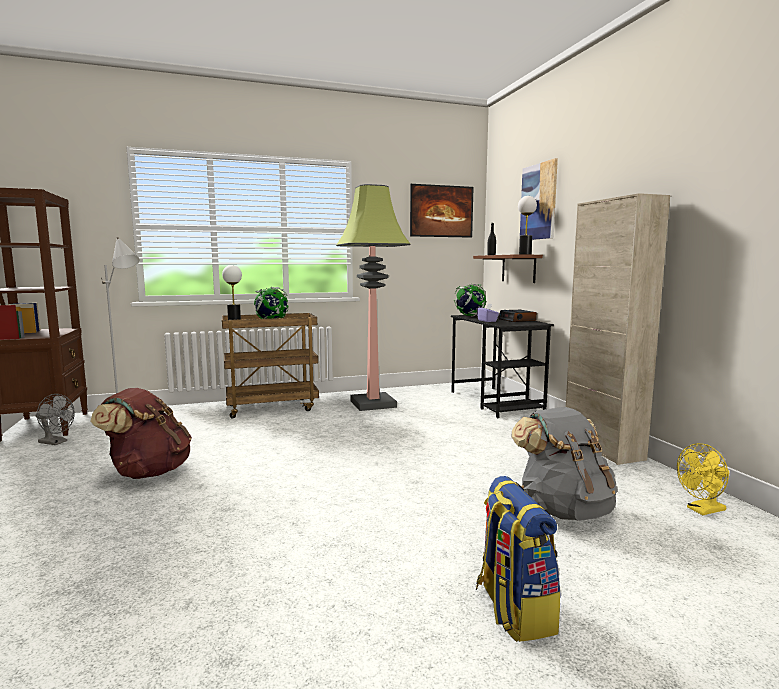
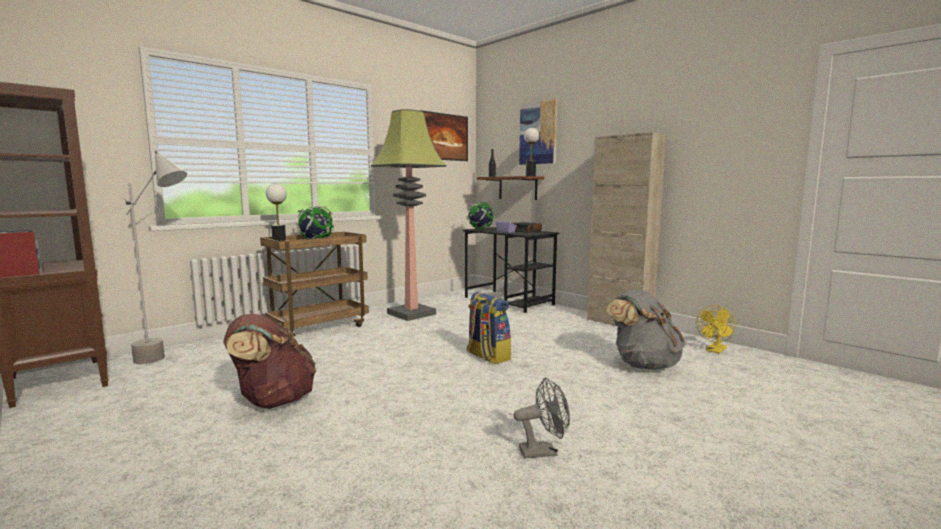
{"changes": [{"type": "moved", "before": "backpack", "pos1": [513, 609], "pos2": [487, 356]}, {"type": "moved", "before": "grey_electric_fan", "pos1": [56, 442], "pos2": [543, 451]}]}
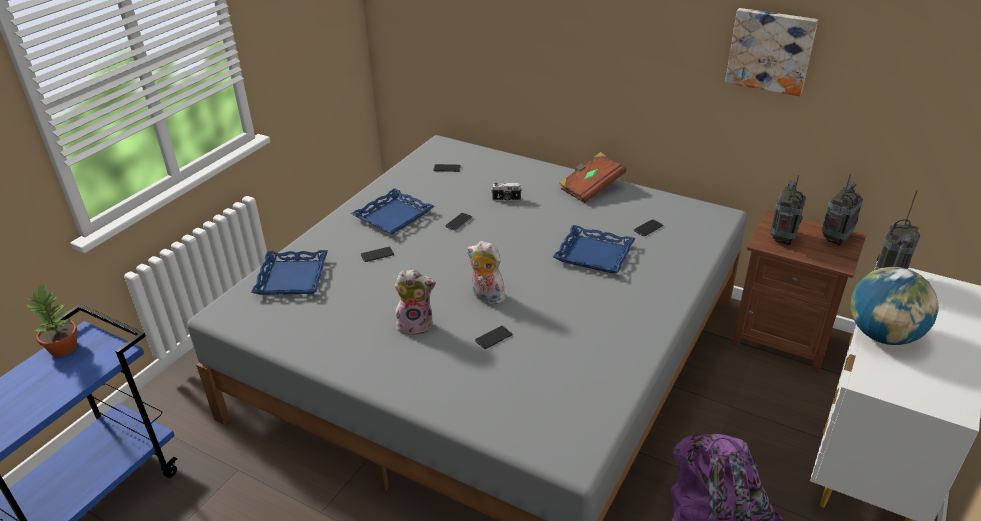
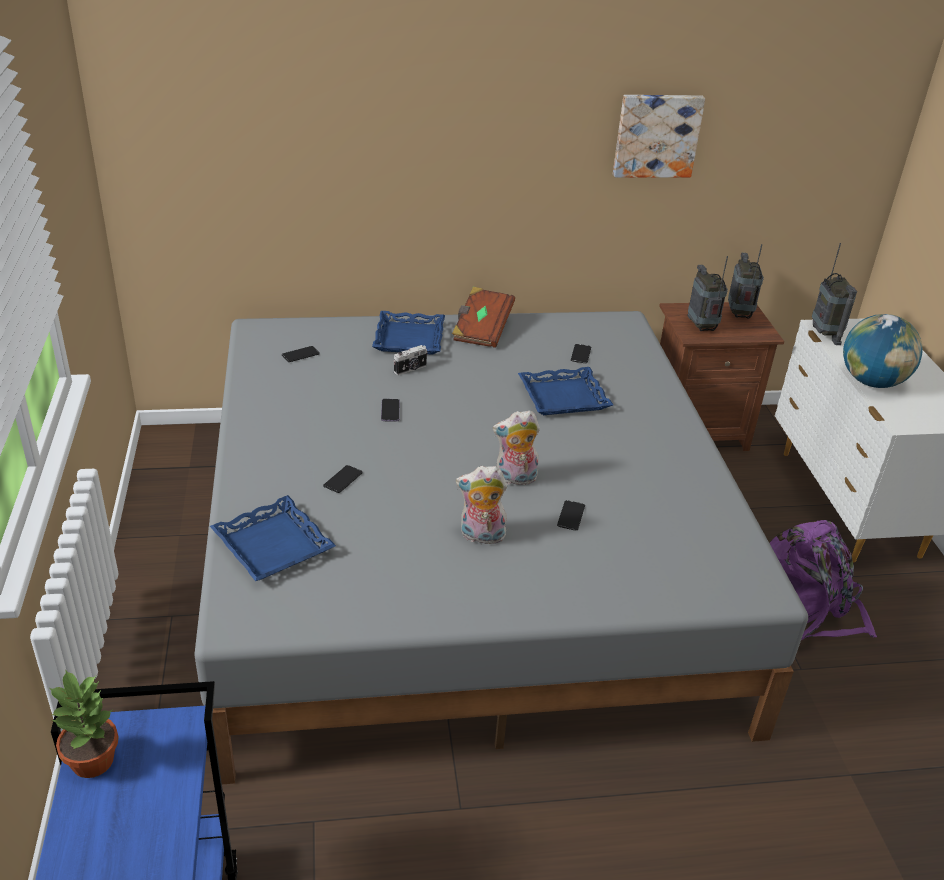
{"changes": [{"type": "moved", "before": "blue-coloured_tray", "pos1": [394, 217], "pos2": [410, 339]}, {"type": "turned", "before": "plush_toy", "pos1": [416, 325], "pos2": [481, 536], "turn": -135}]}
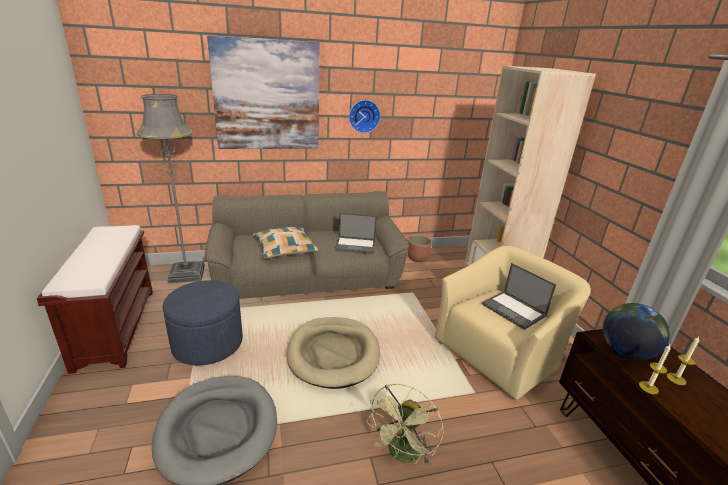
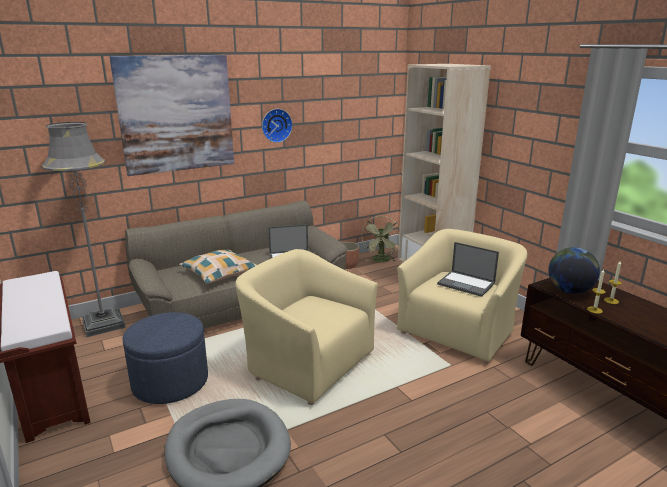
{"changes": [{"type": "replaced", "before": "sand-coloured_dog_cushion", "after": "sand-coloured_easy_chair", "pos1": [333, 354], "pos2": [307, 363]}, {"type": "moved", "before": "green-coloured_electric_fan", "pos1": [402, 455], "pos2": [381, 261]}]}
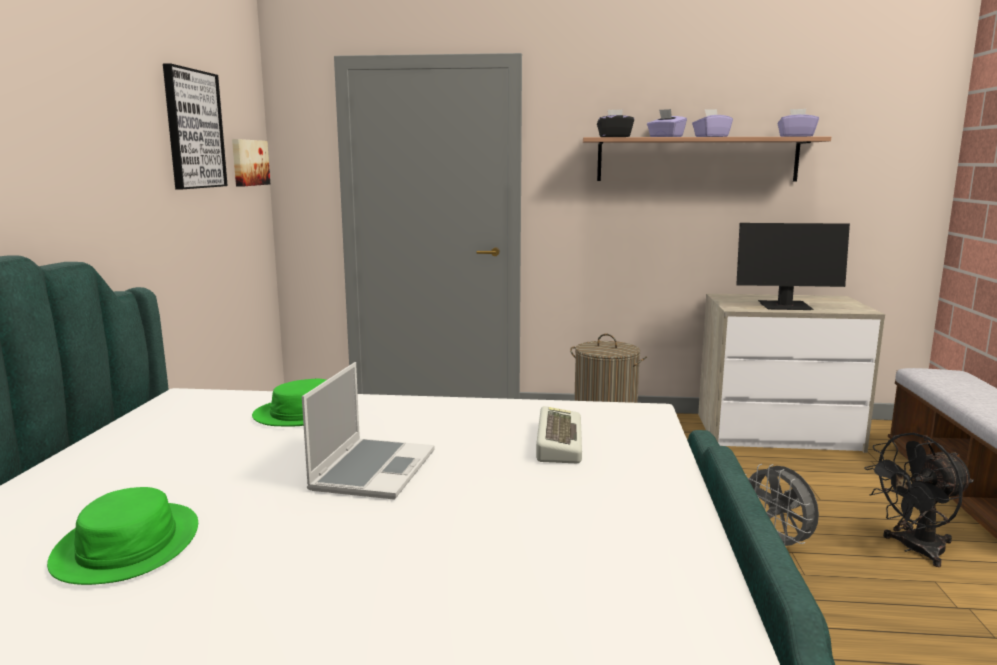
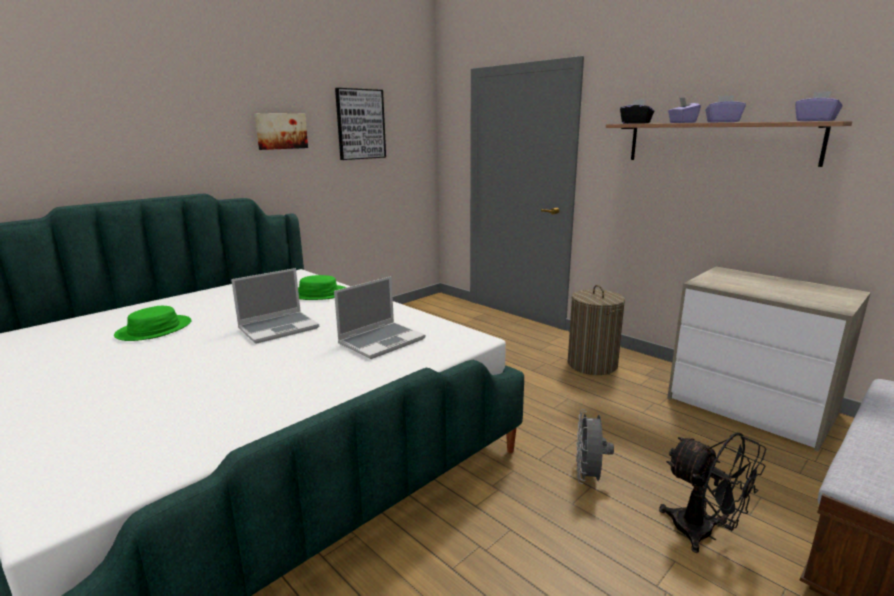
{"changes": [{"type": "moved", "before": "picture", "pos1": [249, 162], "pos2": [281, 131]}, {"type": "replaced", "before": "PC_keyboard", "after": "notebook_computer", "pos1": [556, 442], "pos2": [382, 341]}, {"type": "turned", "before": "blackish_electric_fan", "pos1": [914, 549], "pos2": [703, 534], "turn": -150}, {"type": "removed", "before": "monitor", "pos1": [785, 306]}]}
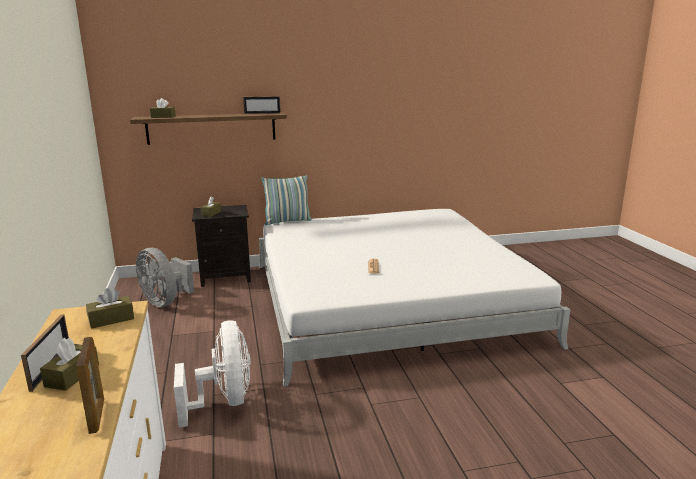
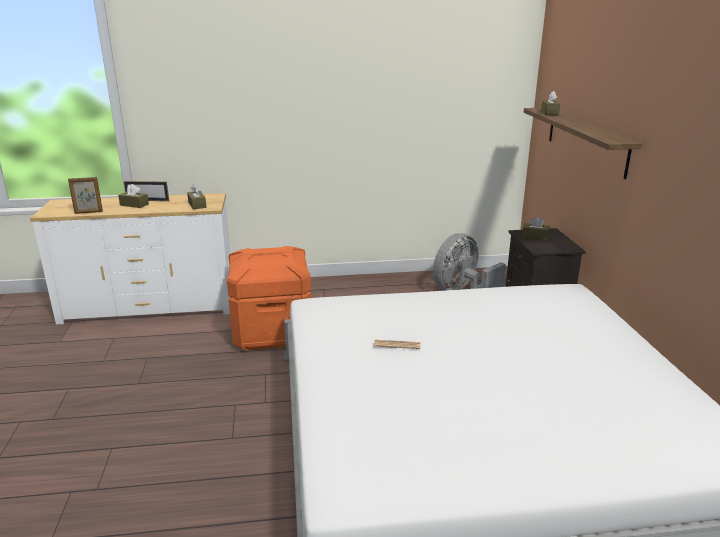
{"changes": [{"type": "replaced", "before": "whitish_electric_fan", "after": "orangey_storage_box", "pos1": [224, 402], "pos2": [273, 332]}, {"type": "removed", "before": "photo_frame", "pos1": [262, 113]}, {"type": "removed", "before": "throw_pillow", "pos1": [287, 221]}]}
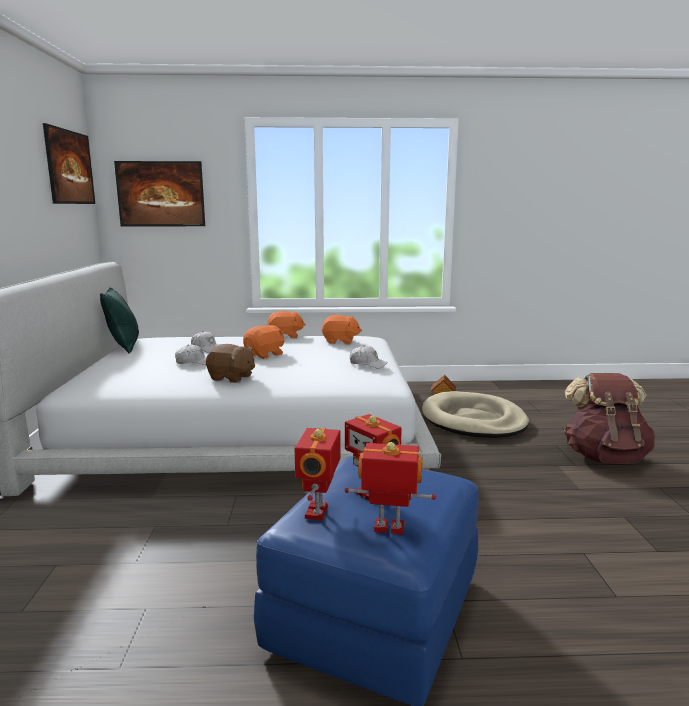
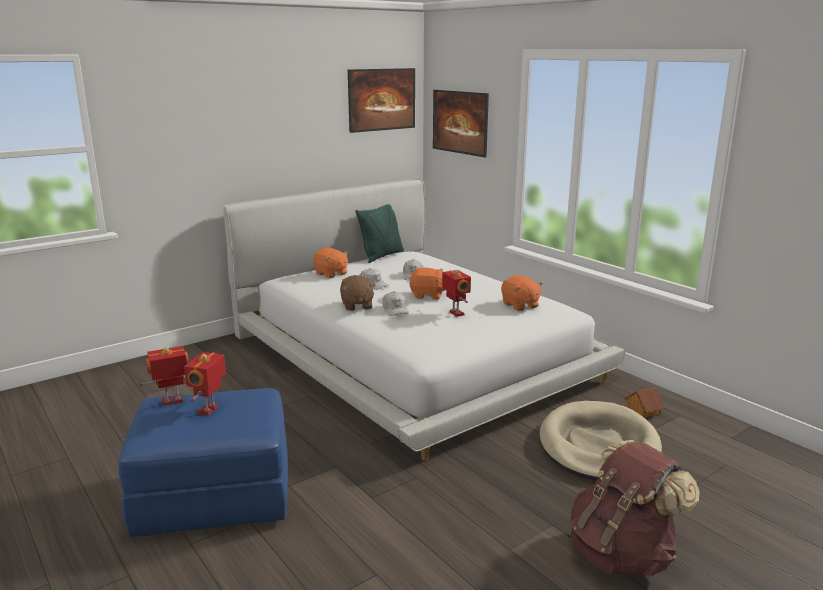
{"changes": [{"type": "moved", "before": "orangey_plush_toy", "pos1": [285, 336], "pos2": [331, 274]}, {"type": "moved", "before": "whitish_baseball_cap", "pos1": [368, 364], "pos2": [395, 310]}, {"type": "moved", "before": "model_robot", "pos1": [389, 529], "pos2": [455, 313]}]}
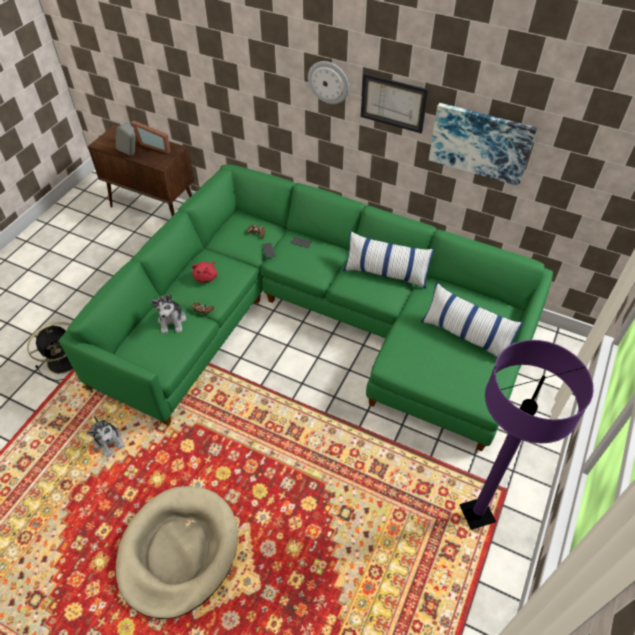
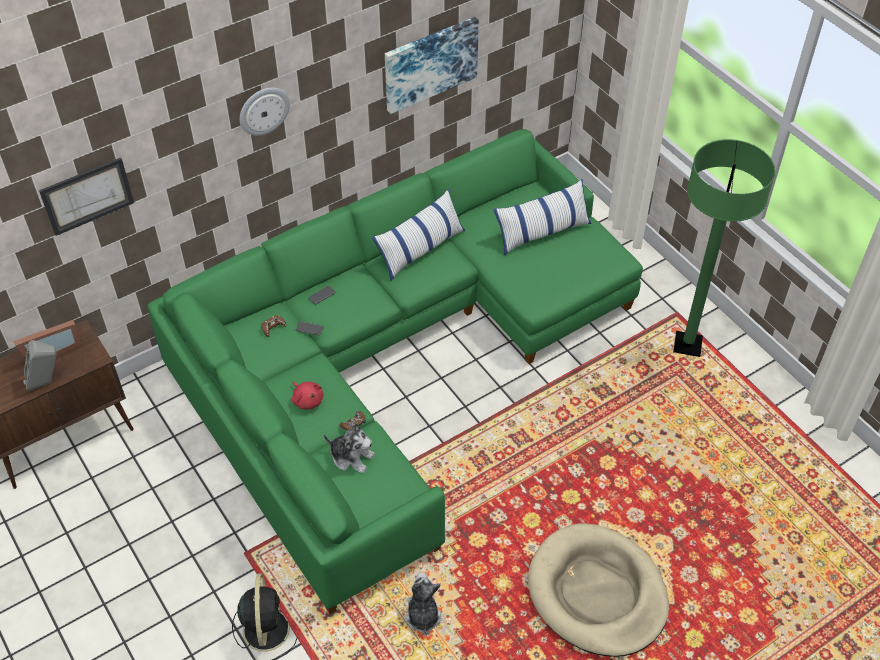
{"changes": [{"type": "moved", "before": "picture", "pos1": [393, 103], "pos2": [87, 196]}, {"type": "turned", "before": "plush_toy", "pos1": [109, 441], "pos2": [422, 615], "turn": -90}, {"type": "recoloured", "before": "purple-coloured_floor_lamp", "after": "green-coloured_floor_lamp", "pos1": [477, 514], "pos2": [687, 345]}]}
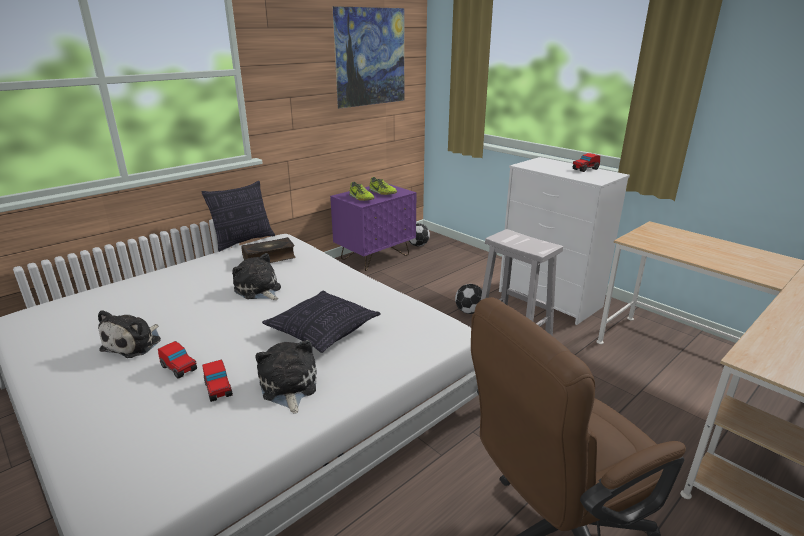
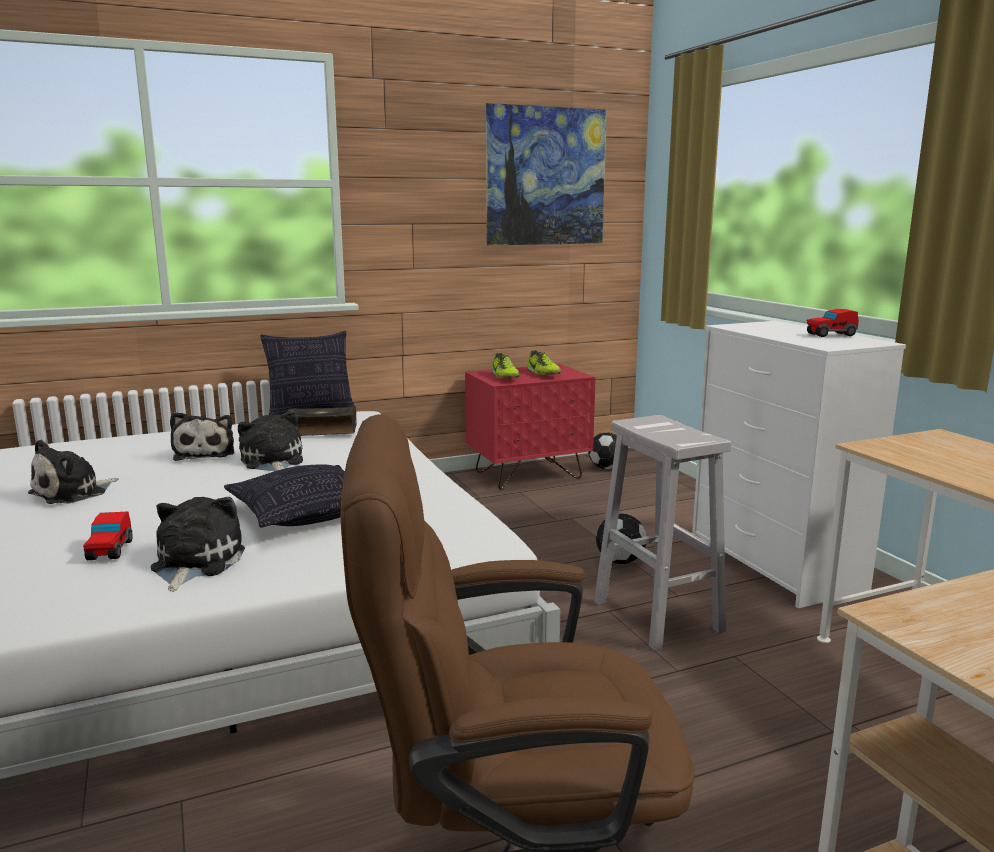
{"changes": [{"type": "added", "after": "plush_toy", "pos2": [205, 453]}, {"type": "recoloured", "before": "purple-coloured_bedside_table", "after": "red-coloured_bedside_table", "pos1": [375, 257], "pos2": [528, 475]}, {"type": "removed", "before": "toy_car", "pos1": [179, 368]}]}
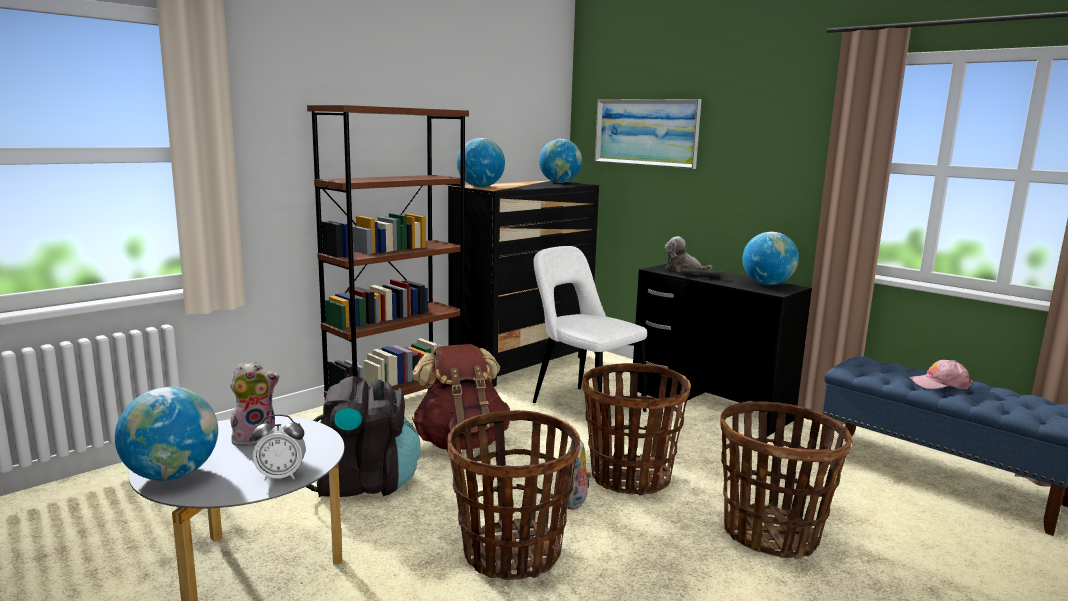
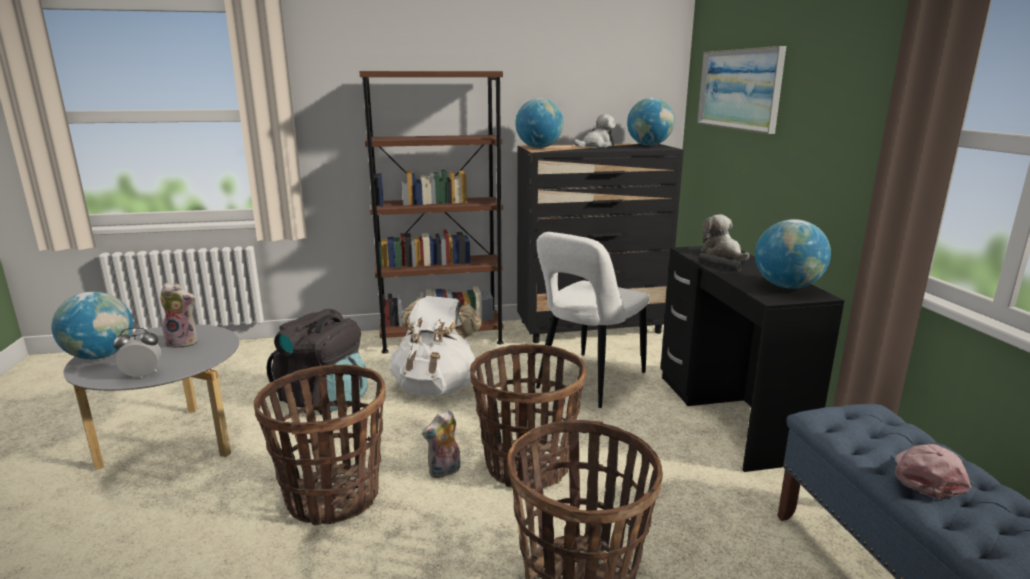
{"changes": [{"type": "turned", "before": "table_clock", "pos1": [281, 476], "pos2": [142, 375], "turn": 135}, {"type": "recoloured", "before": "brown_backpack", "after": "whitish_backpack", "pos1": [461, 442], "pos2": [436, 386]}, {"type": "turned", "before": "whitish_chair", "pos1": [584, 406], "pos2": [588, 382], "turn": -135}, {"type": "added", "after": "plush_toy", "pos2": [596, 146]}, {"type": "turned", "before": "pinkish_baseball_cap", "pos1": [939, 384], "pos2": [927, 476], "turn": 75}]}
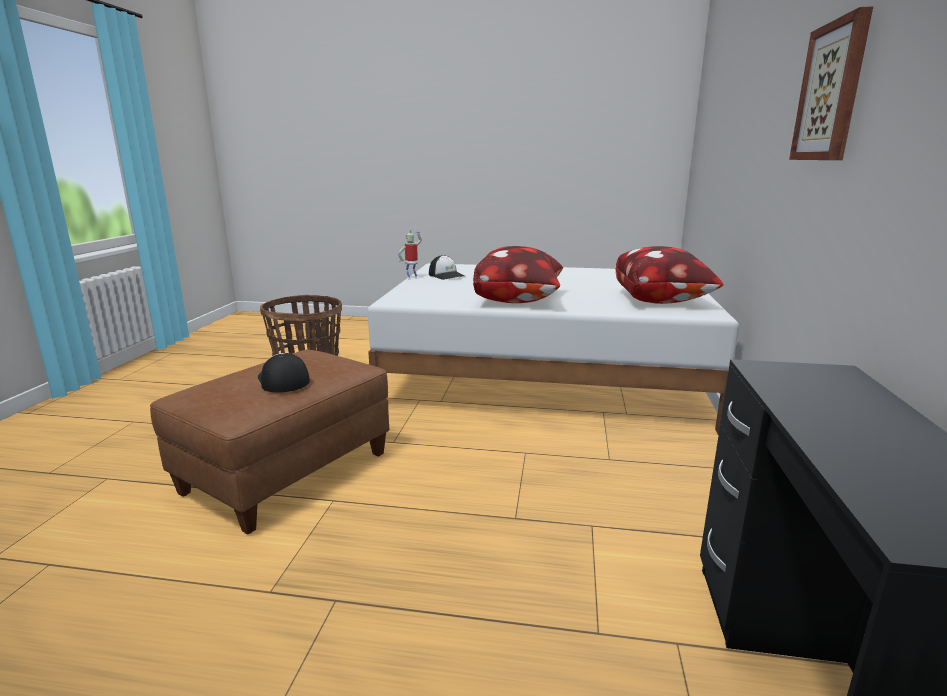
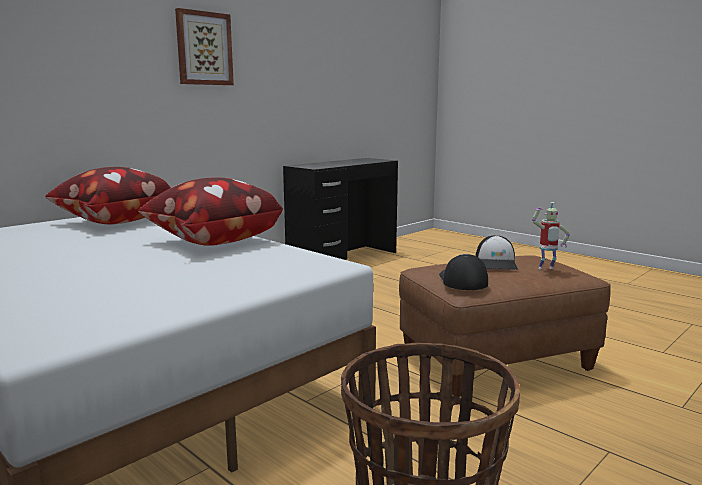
{"changes": [{"type": "moved", "before": "baseball_cap", "pos1": [447, 275], "pos2": [462, 280]}, {"type": "moved", "before": "model_robot", "pos1": [412, 278], "pos2": [546, 269]}]}
